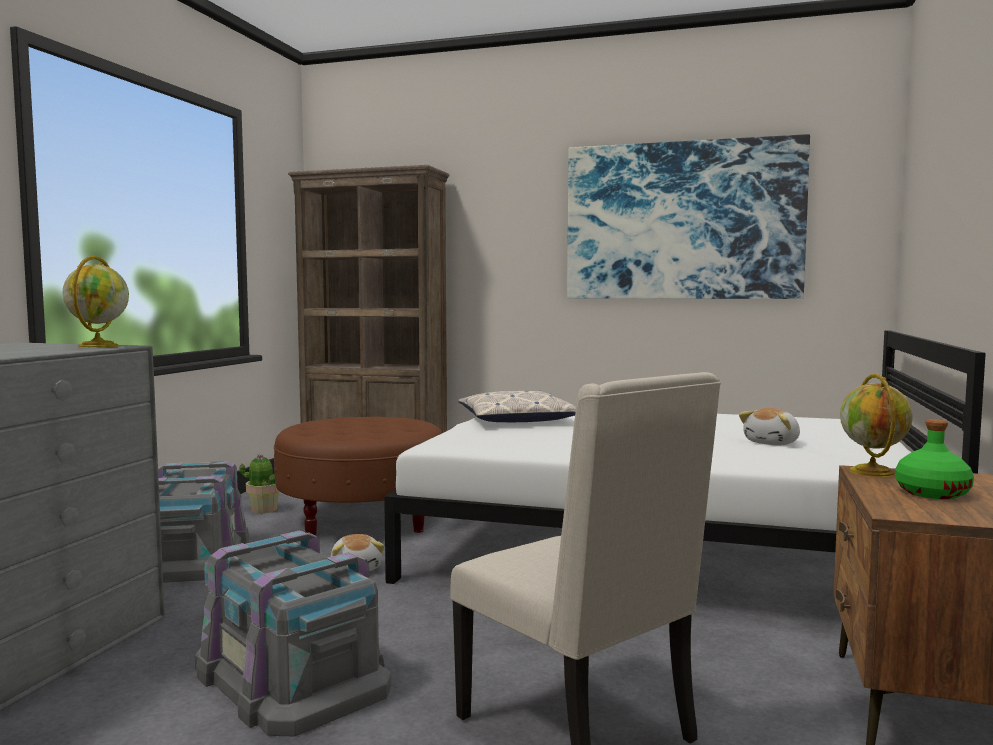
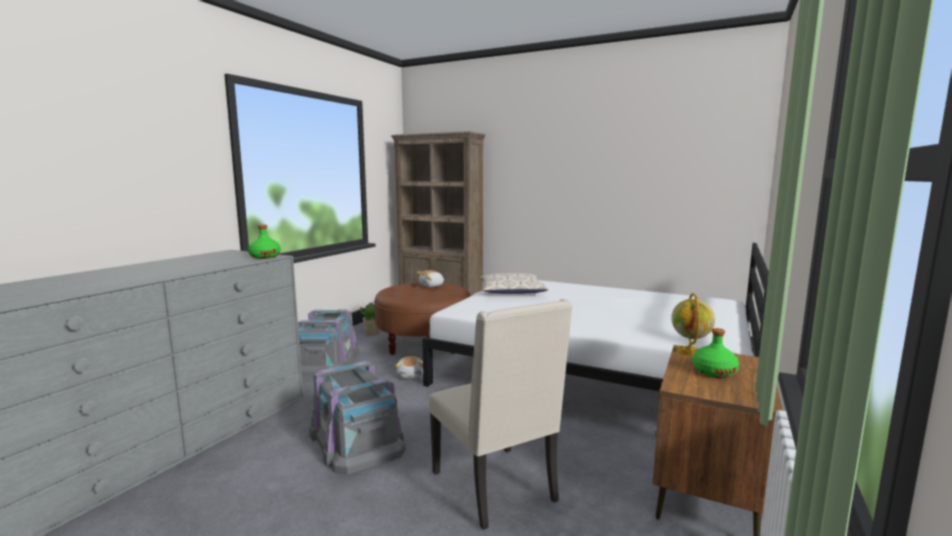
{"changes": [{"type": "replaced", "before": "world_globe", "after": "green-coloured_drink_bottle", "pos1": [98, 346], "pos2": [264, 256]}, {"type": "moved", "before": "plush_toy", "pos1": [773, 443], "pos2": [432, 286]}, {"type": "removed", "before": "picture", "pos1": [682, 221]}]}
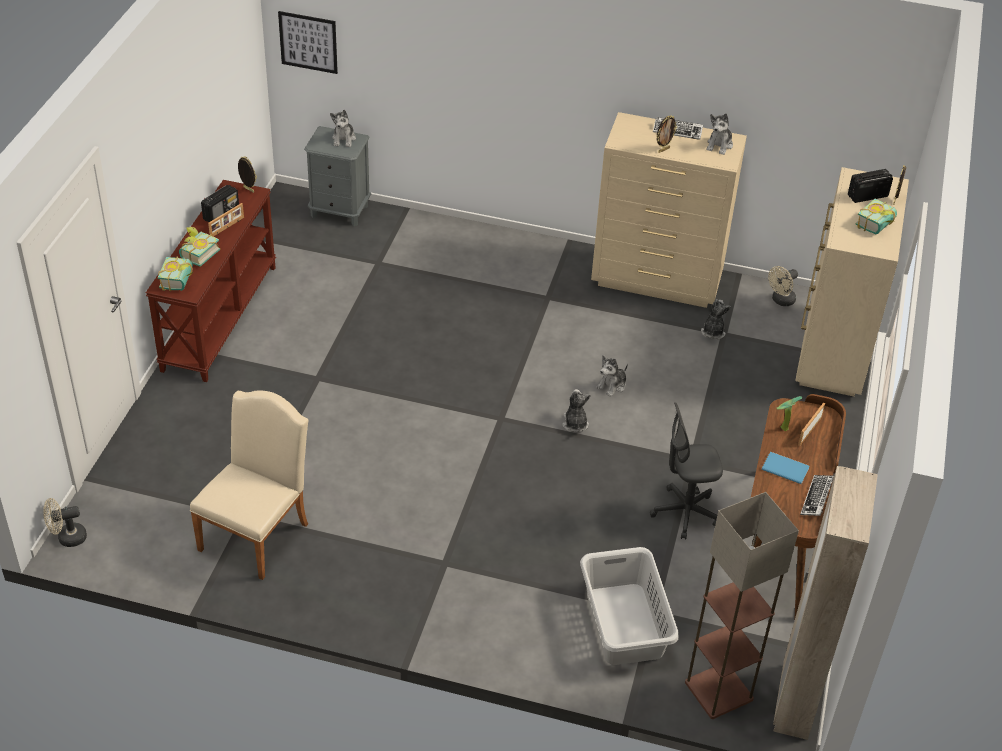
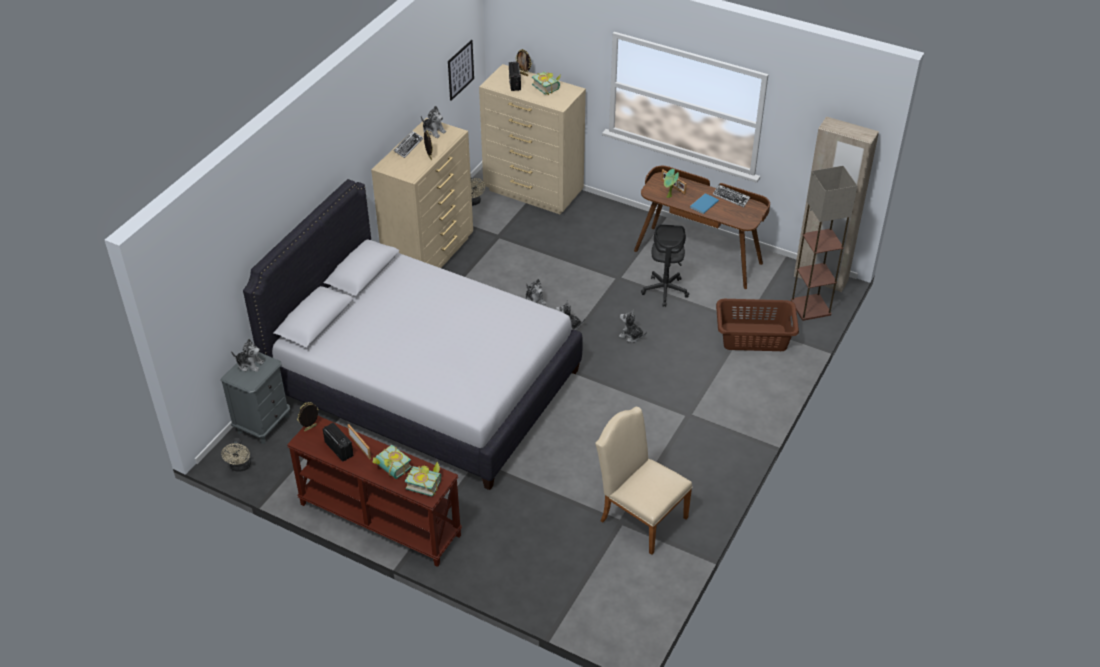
{"changes": [{"type": "moved", "before": "sand-coloured_electric_fan", "pos1": [67, 538], "pos2": [240, 467]}, {"type": "added", "after": "whitish_bed", "pos2": [425, 384]}, {"type": "moved", "before": "picture", "pos1": [308, 42], "pos2": [460, 70]}, {"type": "moved", "before": "plush_toy", "pos1": [713, 332], "pos2": [631, 336]}, {"type": "recoloured", "before": "grey_laundry_basket", "after": "brown_laundry_basket", "pos1": [623, 624], "pos2": [754, 337]}]}
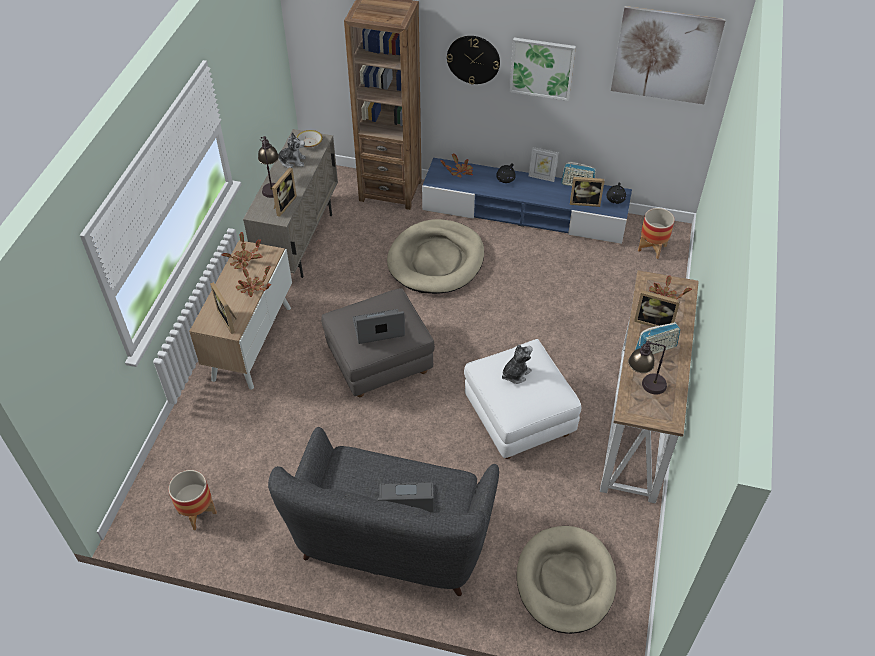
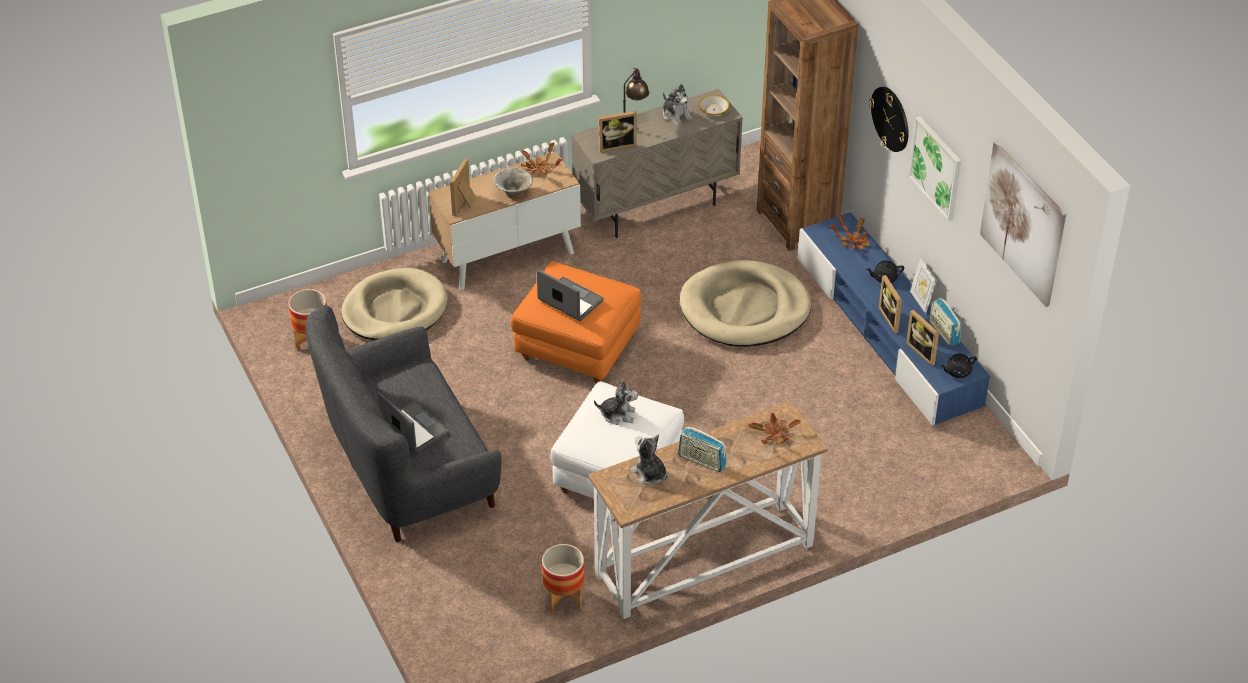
{"changes": [{"type": "moved", "before": "sand-coloured_dog_cushion", "pos1": [565, 581], "pos2": [395, 309]}, {"type": "replaced", "before": "potted_plant", "after": "bowl", "pos1": [252, 287], "pos2": [513, 194]}, {"type": "recoloured", "before": "grey_ottoman", "after": "orangey_ottoman", "pos1": [379, 363], "pos2": [577, 348]}, {"type": "moved", "before": "flower_pot", "pos1": [652, 248], "pos2": [564, 598]}, {"type": "replaced", "before": "table_lamp", "after": "plush_toy", "pos1": [644, 385], "pos2": [649, 474]}, {"type": "moved", "before": "photo_frame", "pos1": [654, 322], "pos2": [892, 318]}]}
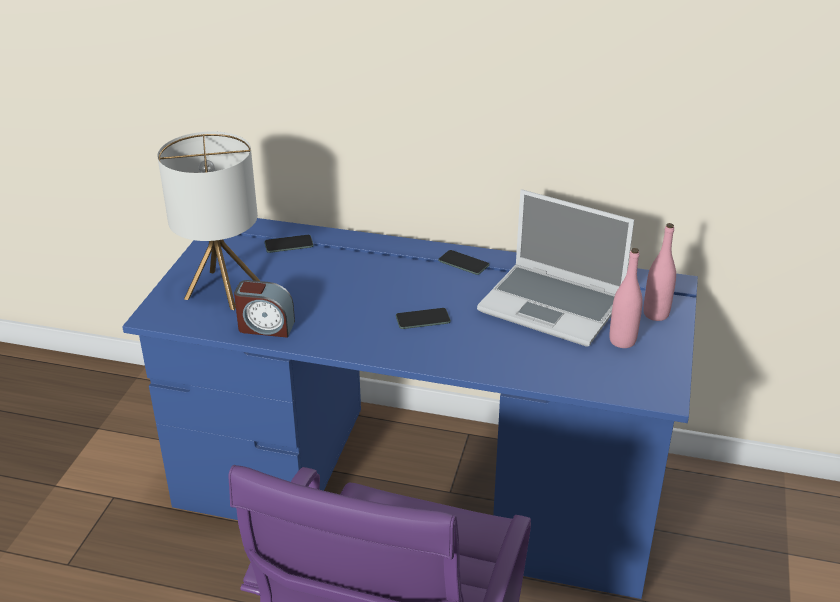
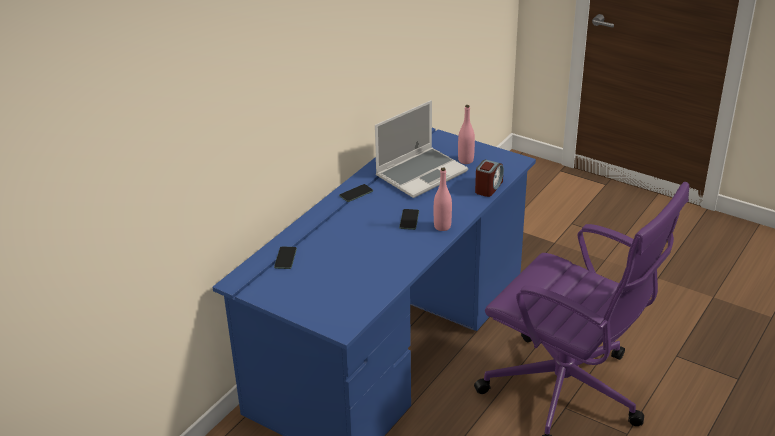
{"changes": [{"type": "moved", "before": "pinkish_drink_bottle", "pos1": [656, 314], "pos2": [442, 226]}, {"type": "moved", "before": "table_clock", "pos1": [266, 327], "pos2": [488, 187]}, {"type": "removed", "before": "table_lamp", "pos1": [222, 290]}]}
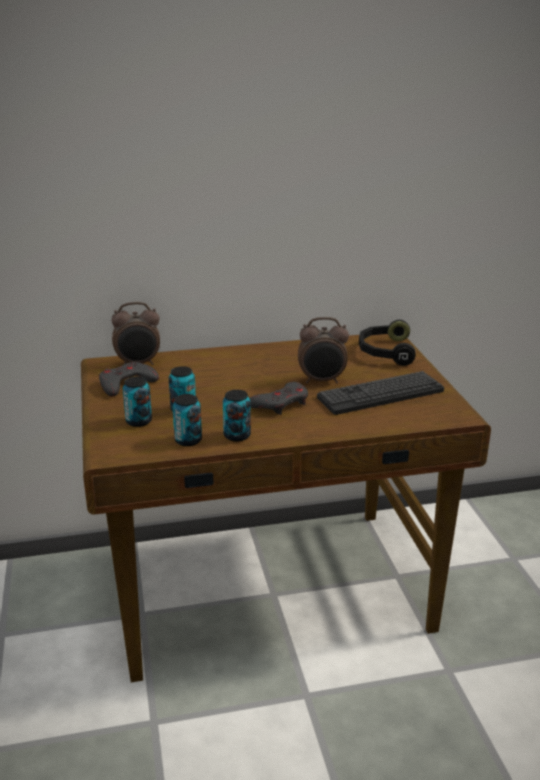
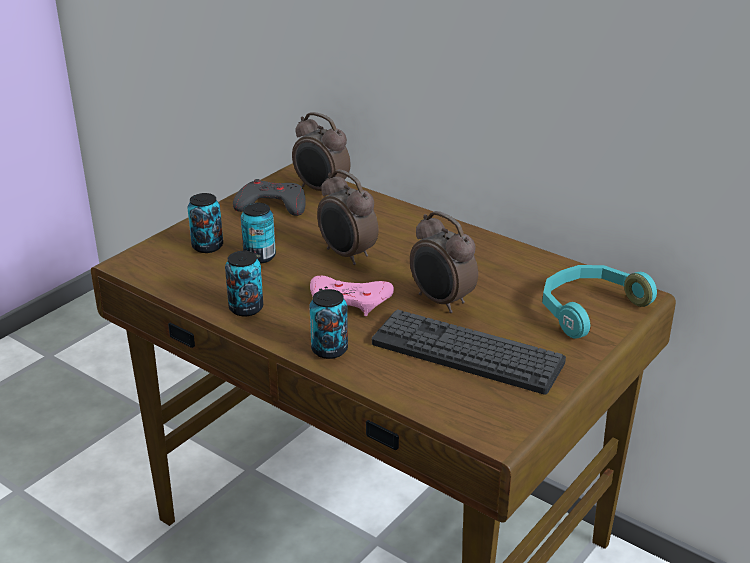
{"changes": [{"type": "moved", "before": "metal_can", "pos1": [188, 440], "pos2": [329, 350]}, {"type": "recoloured", "before": "grey_joypad", "after": "pinkish_joypad", "pos1": [280, 403], "pos2": [349, 301]}, {"type": "added", "after": "table_clock", "pos2": [347, 255]}, {"type": "recoloured", "before": "blackish_headset", "after": "turquoise-coloured_headset", "pos1": [385, 352], "pos2": [588, 308]}]}
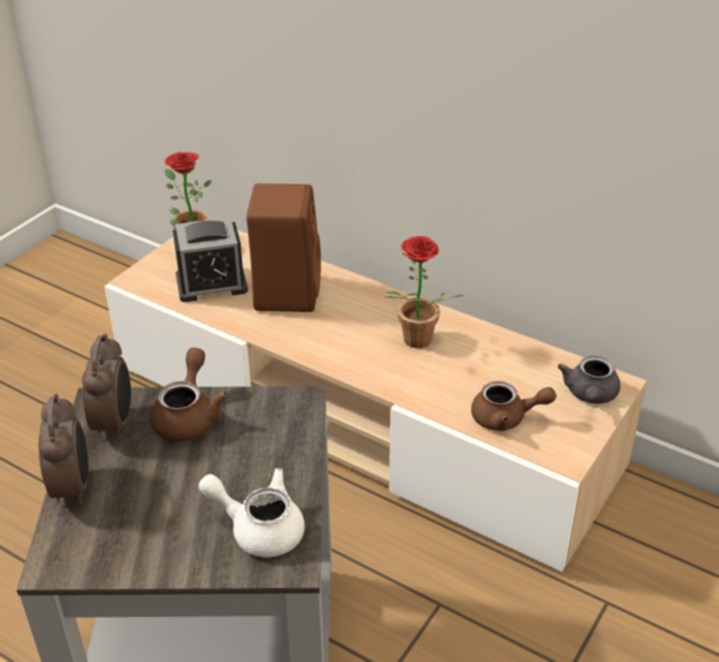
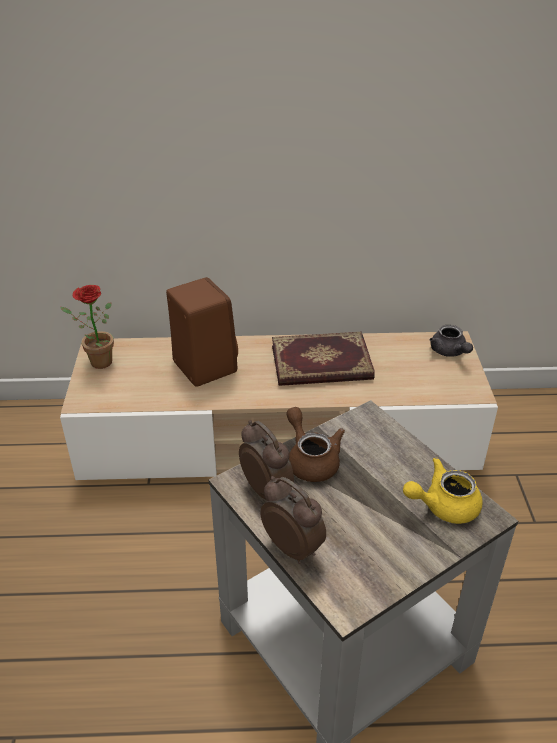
{"changes": [{"type": "replaced", "before": "potted_plant", "after": "volume", "pos1": [415, 343], "pos2": [321, 364]}, {"type": "recoloured", "before": "whitish_teapot", "after": "yellow_teapot", "pos1": [259, 528], "pos2": [443, 506]}, {"type": "removed", "before": "table_clock", "pos1": [211, 284]}, {"type": "removed", "before": "brown_teapot", "pos1": [506, 418]}]}
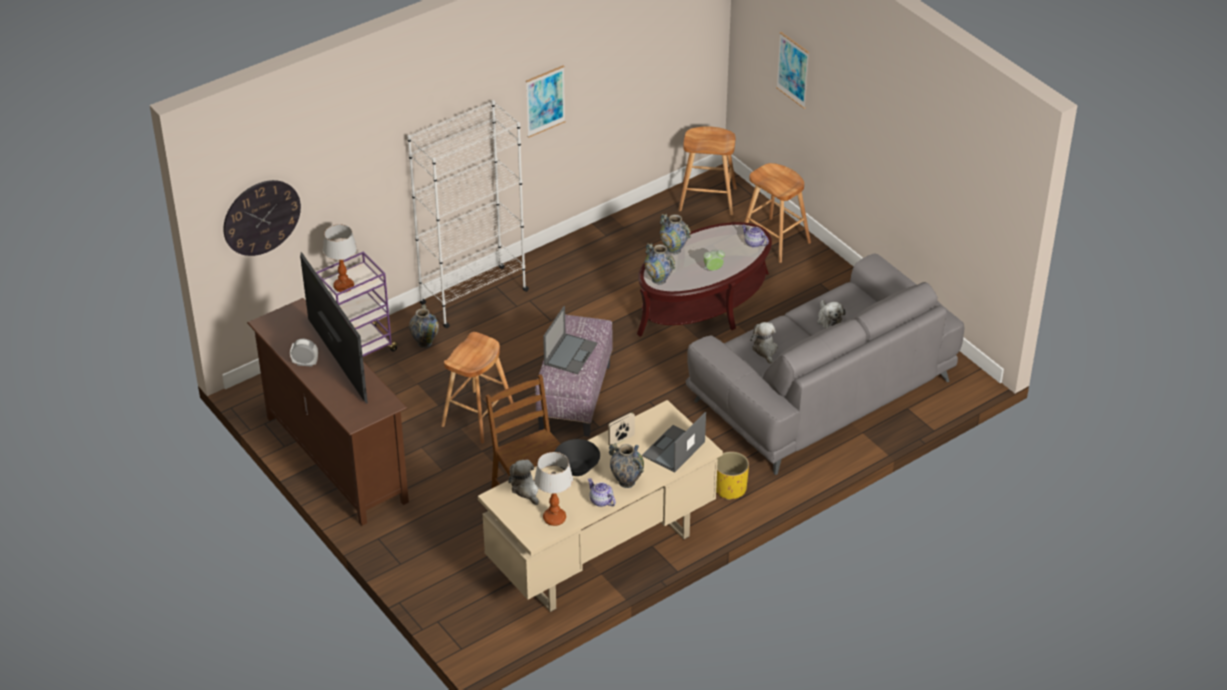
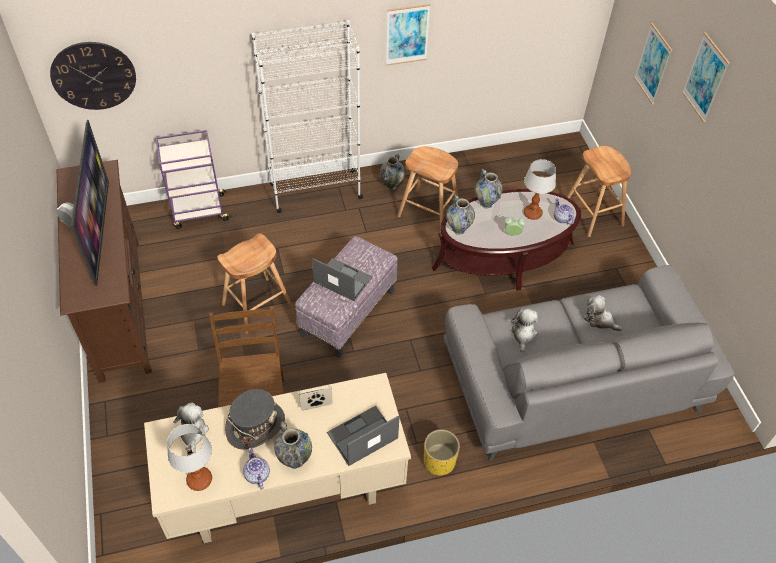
{"changes": [{"type": "replaced", "before": "blackish_bowl", "after": "grey_wearable_hat", "pos1": [577, 468], "pos2": [255, 425]}, {"type": "turned", "before": "notebook_computer", "pos1": [570, 353], "pos2": [342, 279], "turn": -105}, {"type": "moved", "before": "vase", "pos1": [425, 342], "pos2": [392, 185]}, {"type": "moved", "before": "brown_stool_seat", "pos1": [707, 199], "pos2": [428, 212]}, {"type": "moved", "before": "table_lamp", "pos1": [343, 287], "pos2": [532, 213]}, {"type": "turned", "before": "plush_toy", "pos1": [829, 319], "pos2": [599, 320], "turn": 120}, {"type": "added", "after": "picture", "pos2": [705, 78]}]}
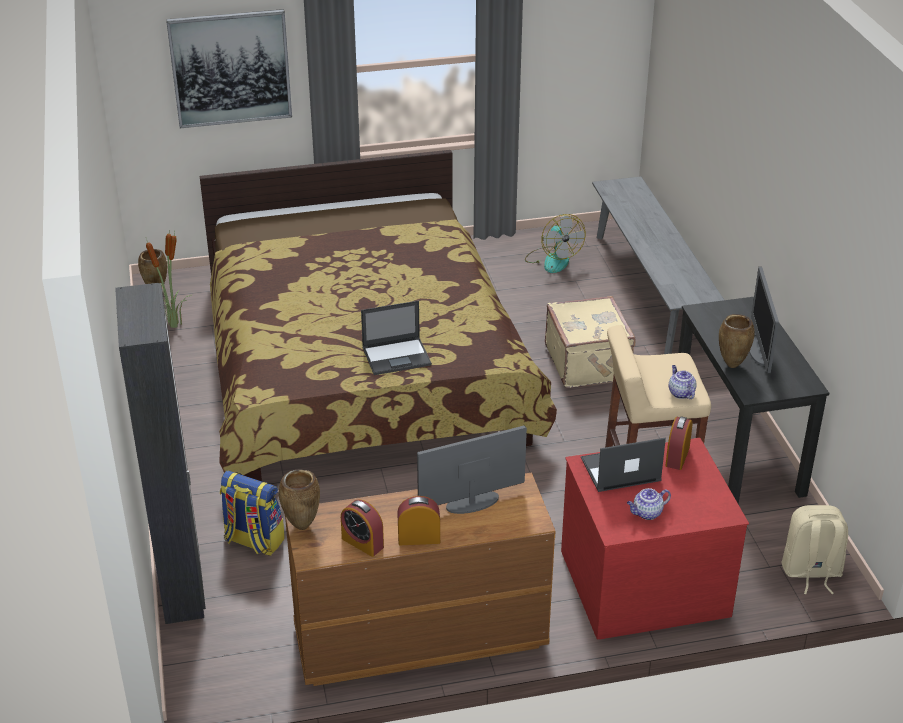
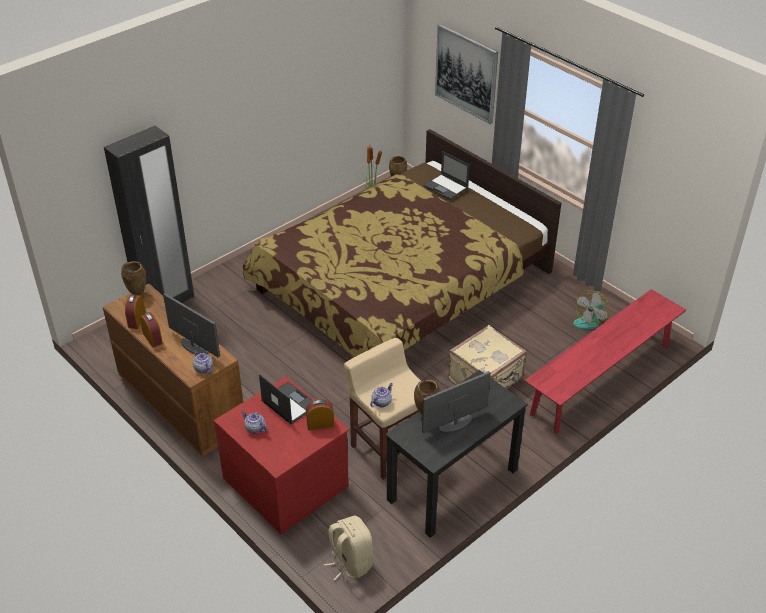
{"changes": [{"type": "added", "after": "teapot", "pos2": [203, 368]}, {"type": "moved", "before": "notebook_computer", "pos1": [397, 356], "pos2": [446, 187]}, {"type": "recoloured", "before": "grey_indoor_bench", "after": "red-coloured_indoor_bench", "pos1": [649, 290], "pos2": [601, 379]}, {"type": "removed", "before": "backpack", "pos1": [253, 541]}]}
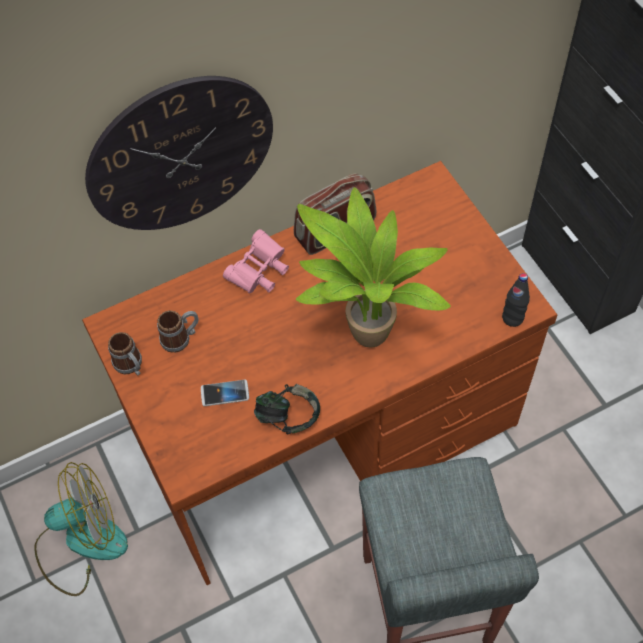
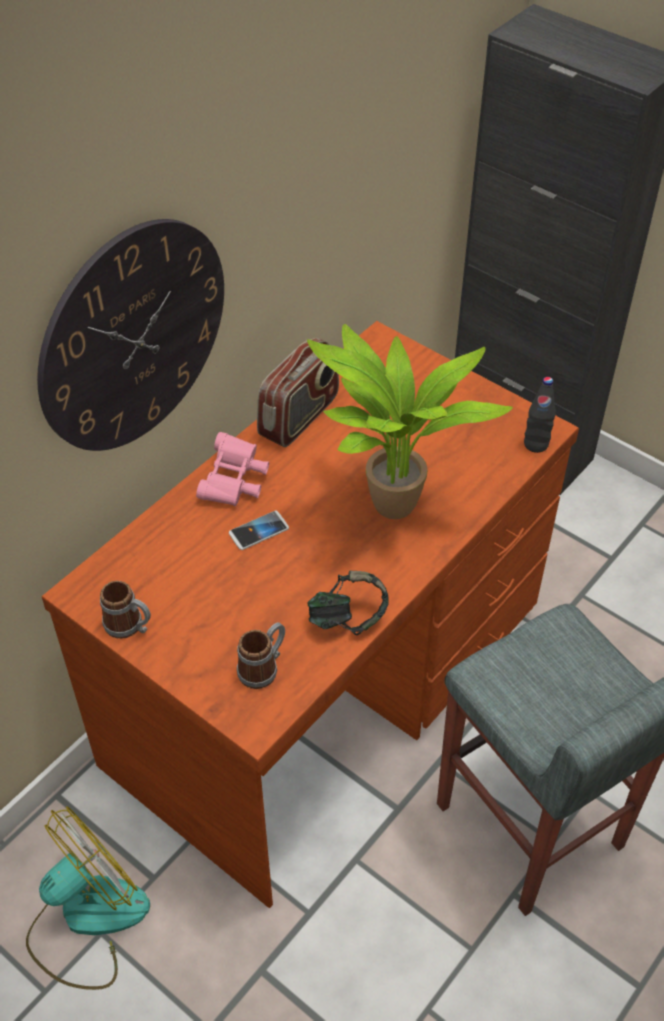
{"changes": [{"type": "moved", "before": "telephone", "pos1": [225, 393], "pos2": [259, 531]}, {"type": "moved", "before": "tea_mug", "pos1": [181, 338], "pos2": [263, 667]}]}
